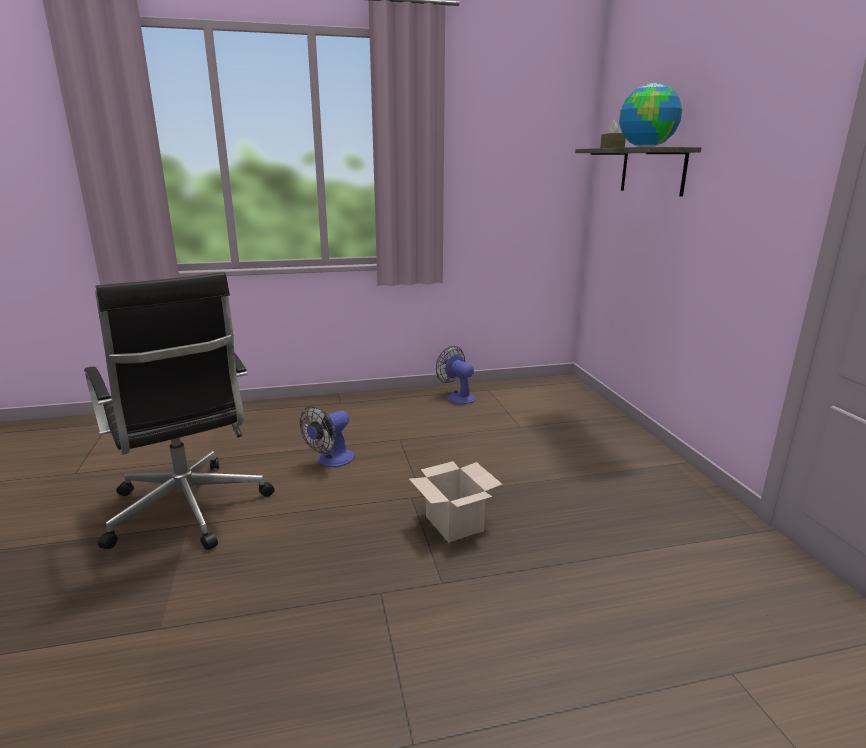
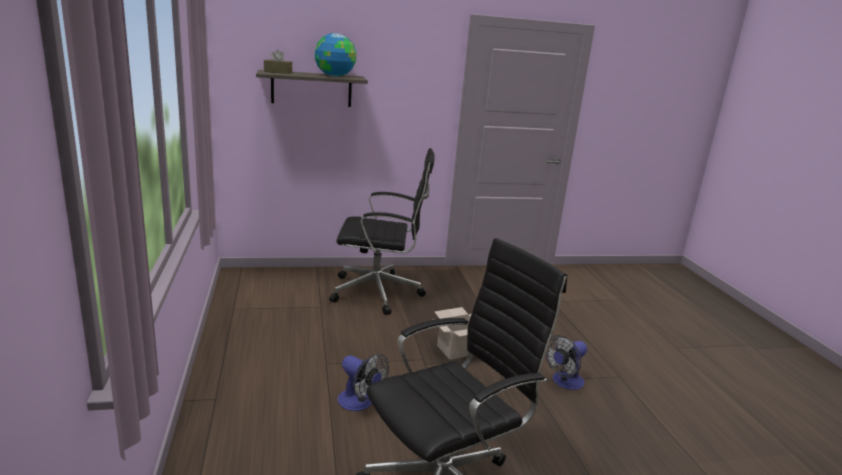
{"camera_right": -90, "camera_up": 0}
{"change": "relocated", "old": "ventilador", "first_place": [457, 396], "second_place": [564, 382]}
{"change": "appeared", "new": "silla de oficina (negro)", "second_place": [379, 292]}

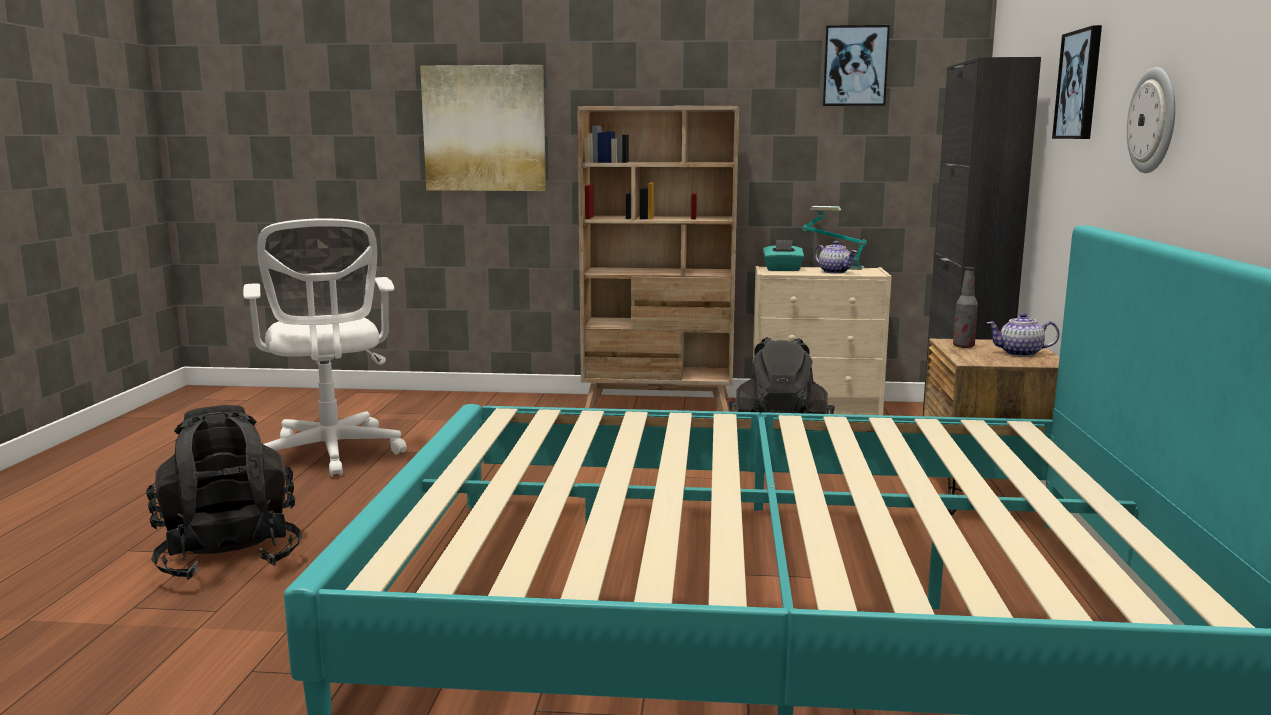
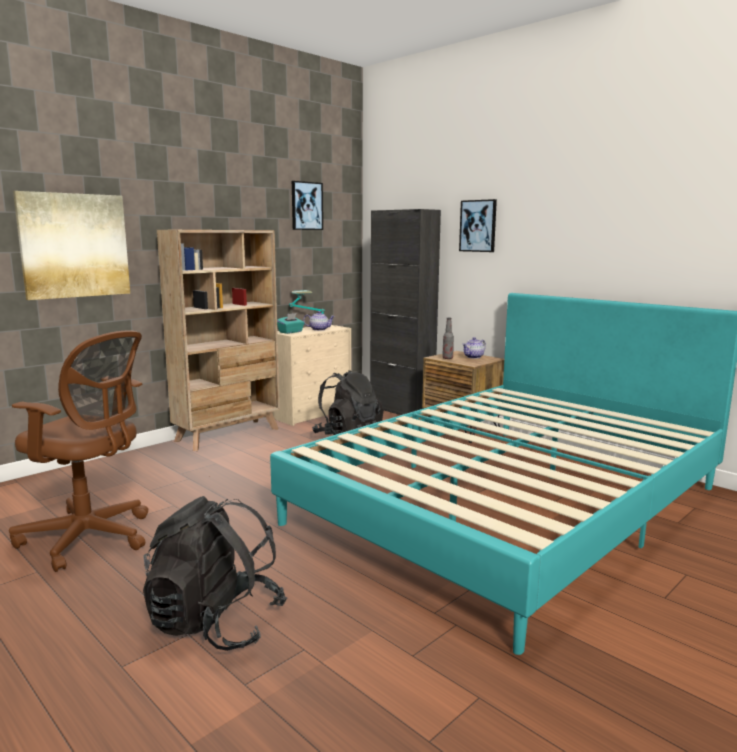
{"camera_right": -50, "camera_up": 0}
{"change": "missing", "old": "reloj de pared", "first_place": [1154, 120]}
{"change": "colour", "old": "silla de oficina (blanco)", "new": "silla de oficina (marrón)", "first_place": [332, 455], "second_place": [91, 538]}

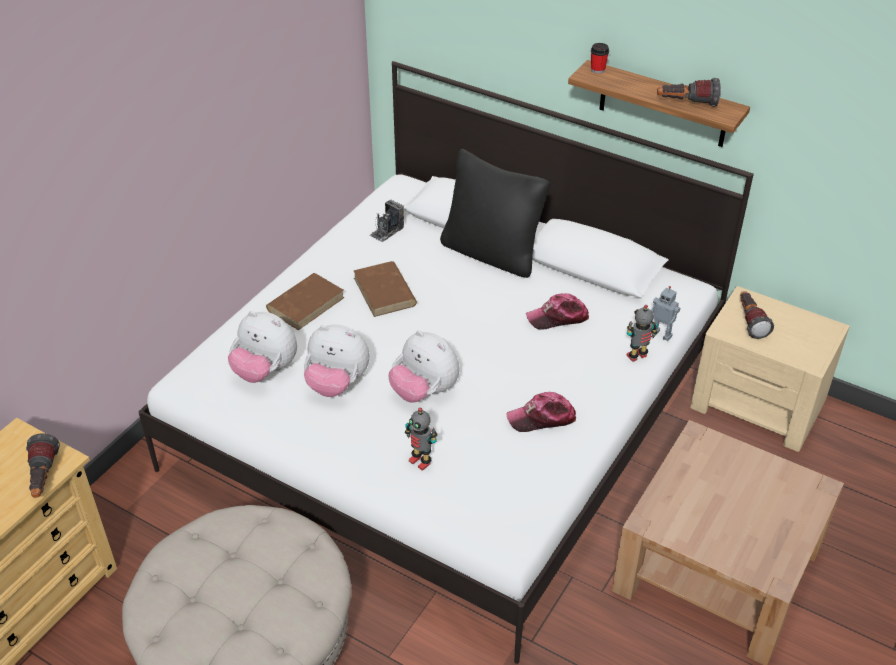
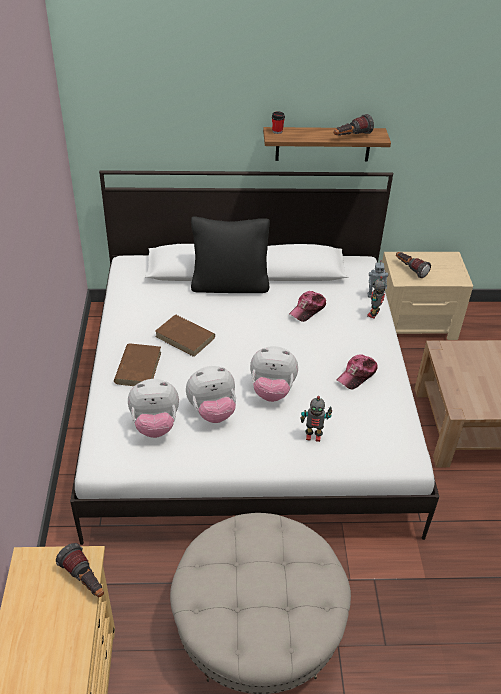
{"camera_right": -35, "camera_up": 0}
{"change": "missing", "old": "cámara", "first_place": [387, 231]}

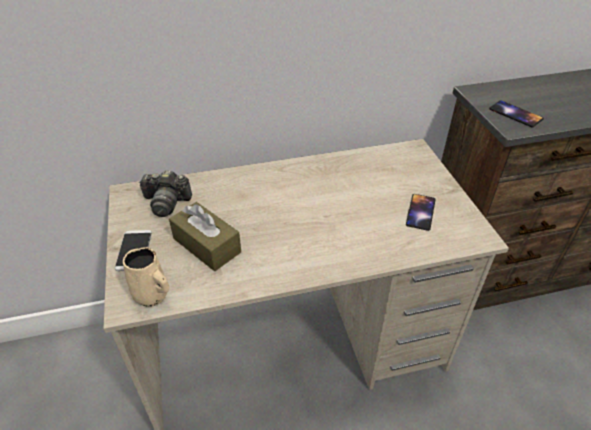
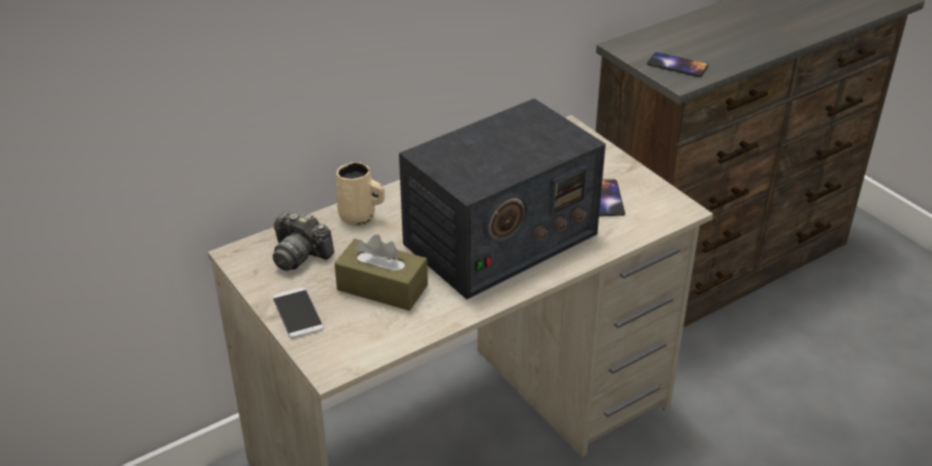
{"camera_right": -20, "camera_up": -5}
{"change": "spun", "old": "cámara", "first_place": [166, 203], "second_place": [299, 254], "degrees": 45}
{"change": "relocated", "old": "taza grande (beis)", "first_place": [153, 296], "second_place": [359, 217]}
{"change": "appeared", "new": "radio", "second_place": [499, 239]}

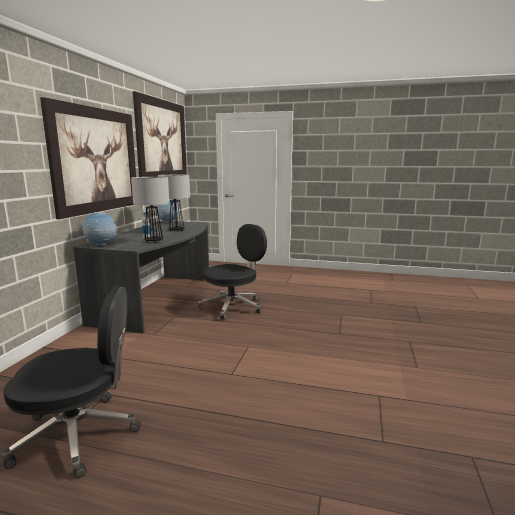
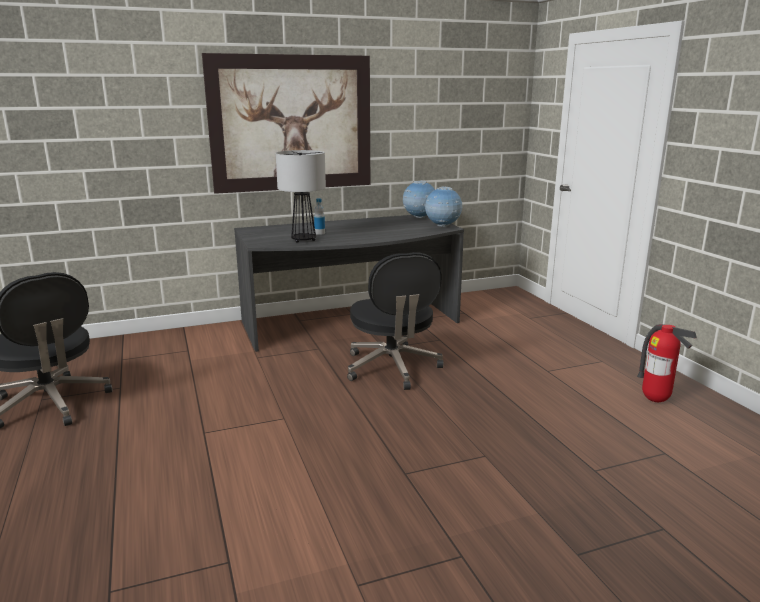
{"camera_right": 55, "camera_up": 5}
{"change": "missing", "old": "cuadro", "first_place": [162, 140]}
{"change": "missing", "old": "lámpara de mesa", "first_place": [176, 230]}
{"change": "relocated", "old": "globo terráqueo", "first_place": [101, 245], "second_place": [442, 227]}
{"change": "spun", "old": "silla de oficina (negro)", "first_place": [233, 306], "second_place": [392, 368], "degrees": 60}
{"change": "appeared", "new": "extintor", "second_place": [656, 400]}

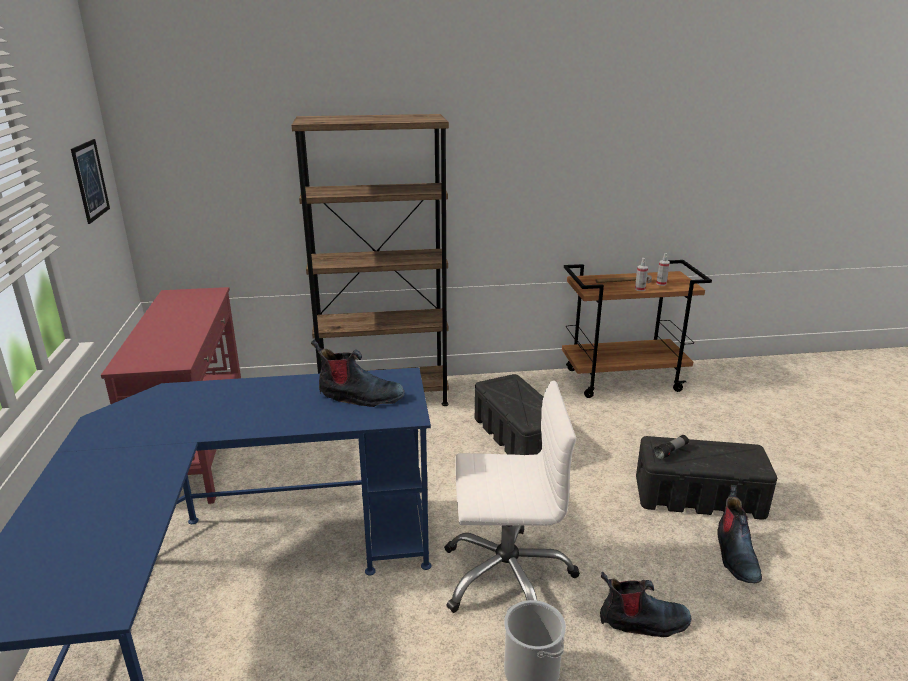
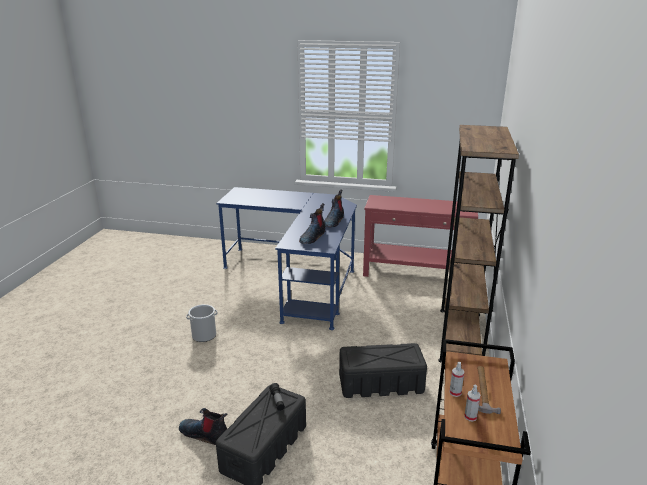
{"camera_right": 110, "camera_up": 0}
{"change": "missing", "old": "cuadro", "first_place": [90, 180]}
{"change": "missing", "old": "silla de oficina (blanco)", "first_place": [506, 576]}
{"change": "relocated", "old": "bota", "first_place": [643, 622], "second_place": [333, 221]}

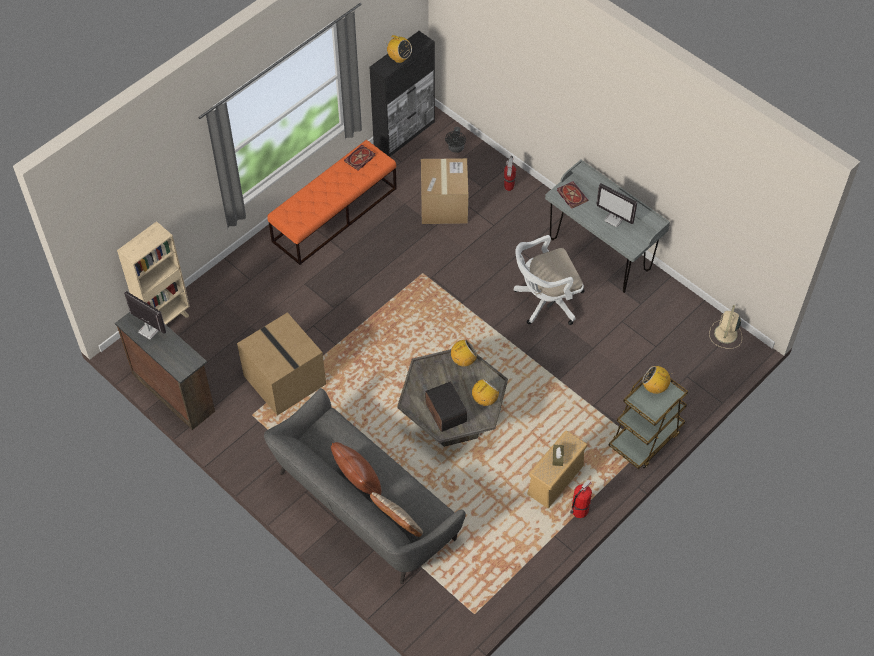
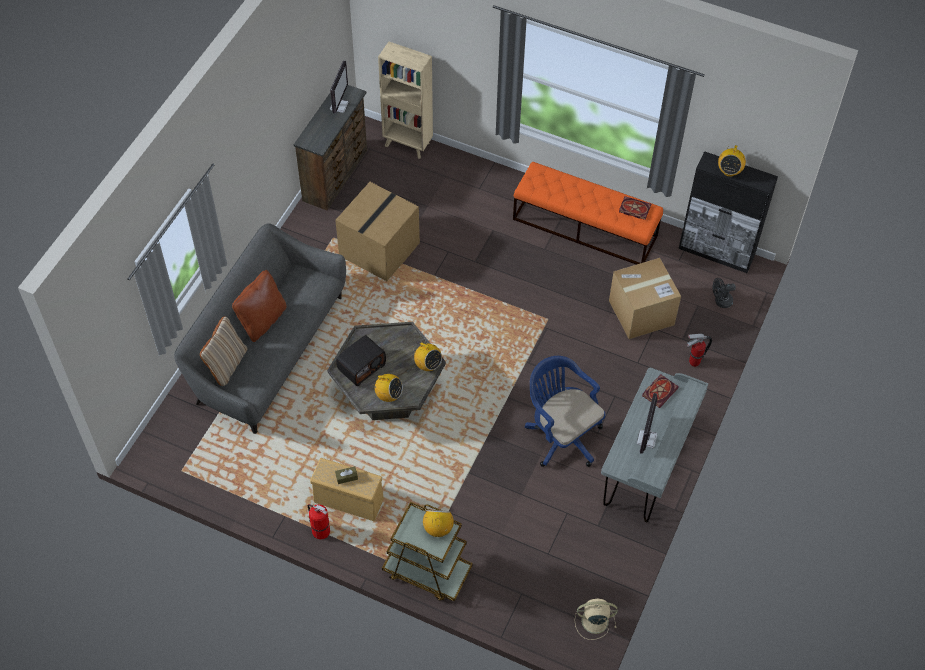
{"camera_right": 70, "camera_up": 0}
{"change": "colour", "old": "silla de oficina (blanco)", "new": "silla de oficina (azul)", "first_place": [545, 301], "second_place": [561, 435]}

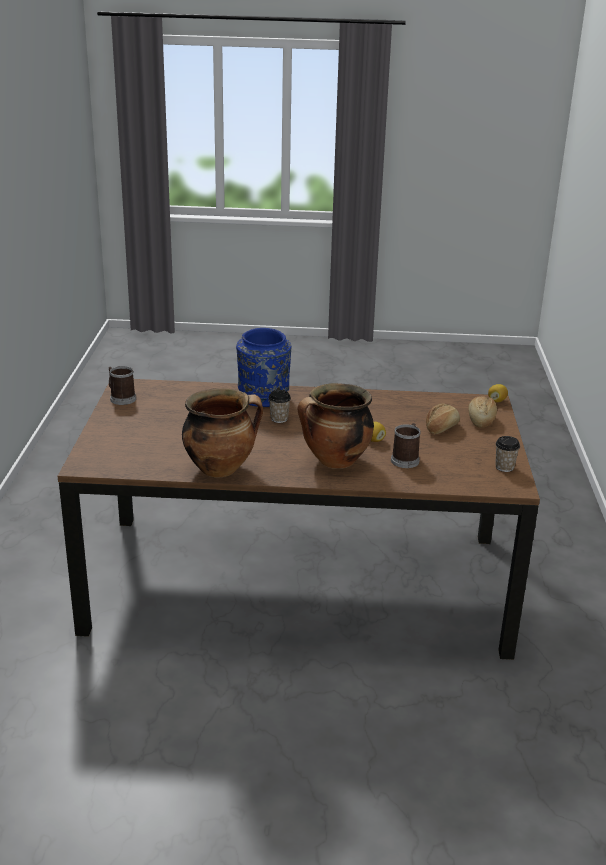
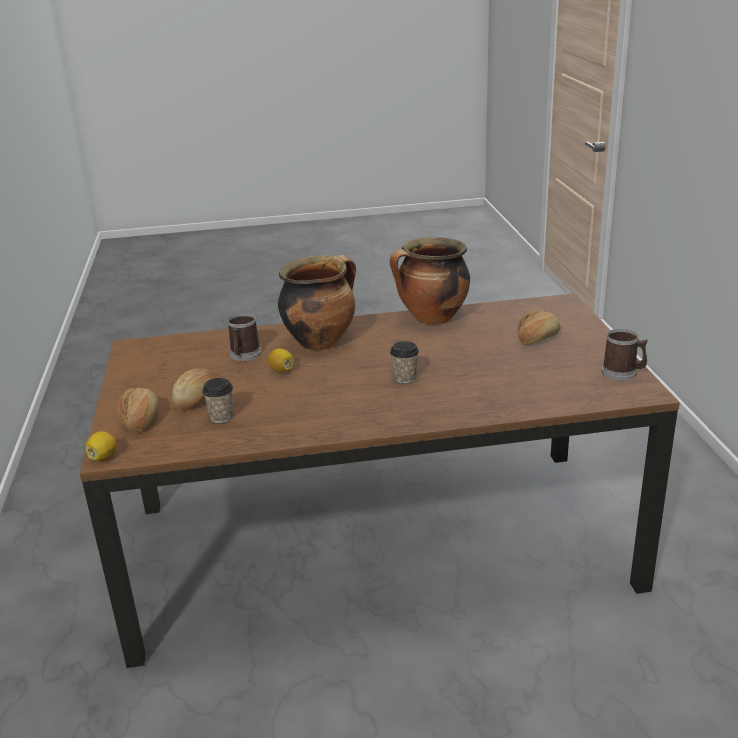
{"camera_right": 170, "camera_up": 0}
{"change": "missing", "old": "florero (azul)", "first_place": [263, 398]}
{"change": "relocated", "old": "taza", "first_place": [504, 467], "second_place": [221, 417]}
{"change": "appeared", "new": "pan", "second_place": [537, 338]}

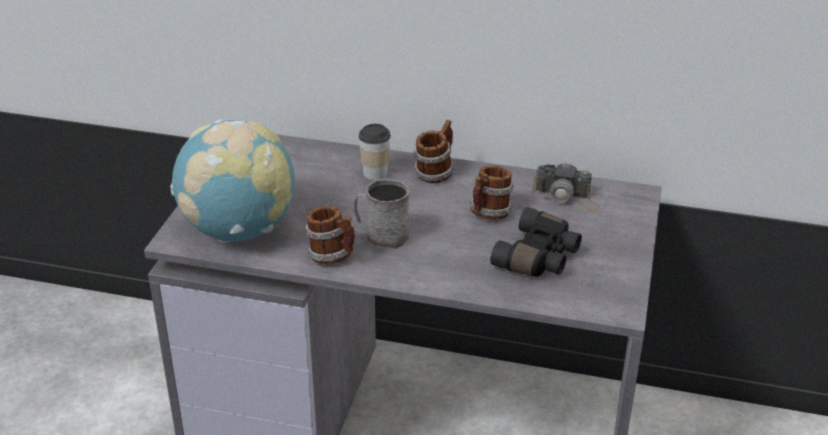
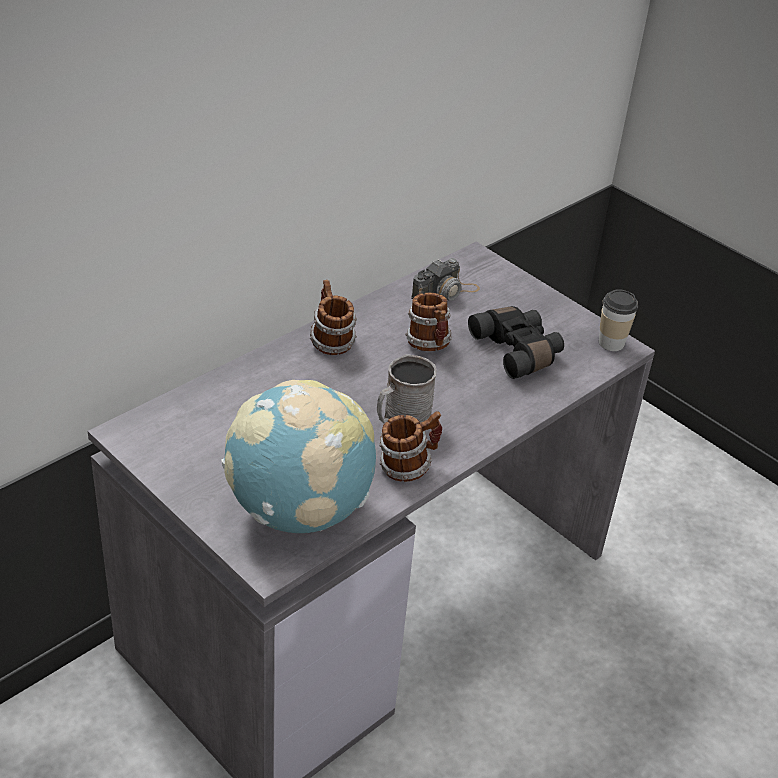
{"camera_right": -60, "camera_up": 5}
{"change": "relocated", "old": "taza", "first_place": [375, 173], "second_place": [611, 342]}

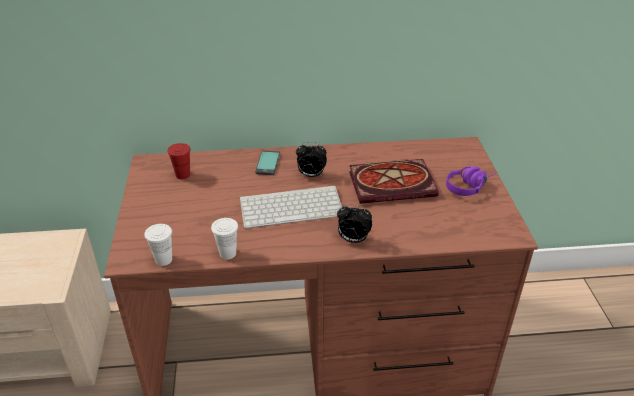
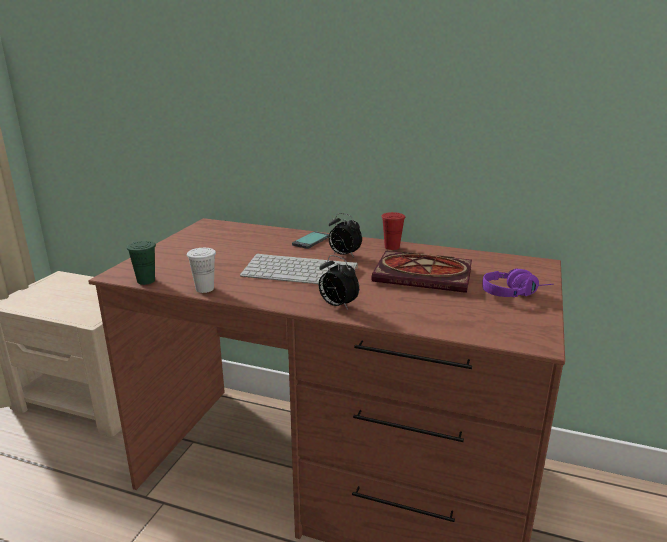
{"camera_right": 25, "camera_up": -15}
{"change": "relocated", "old": "taza (rojo)", "first_place": [183, 175], "second_place": [392, 247]}
{"change": "colour", "old": "taza (blanco)", "new": "taza (verde)", "first_place": [163, 260], "second_place": [146, 281]}

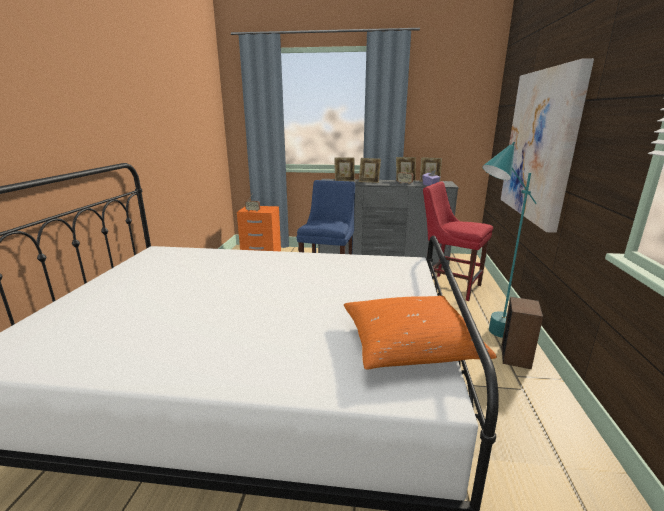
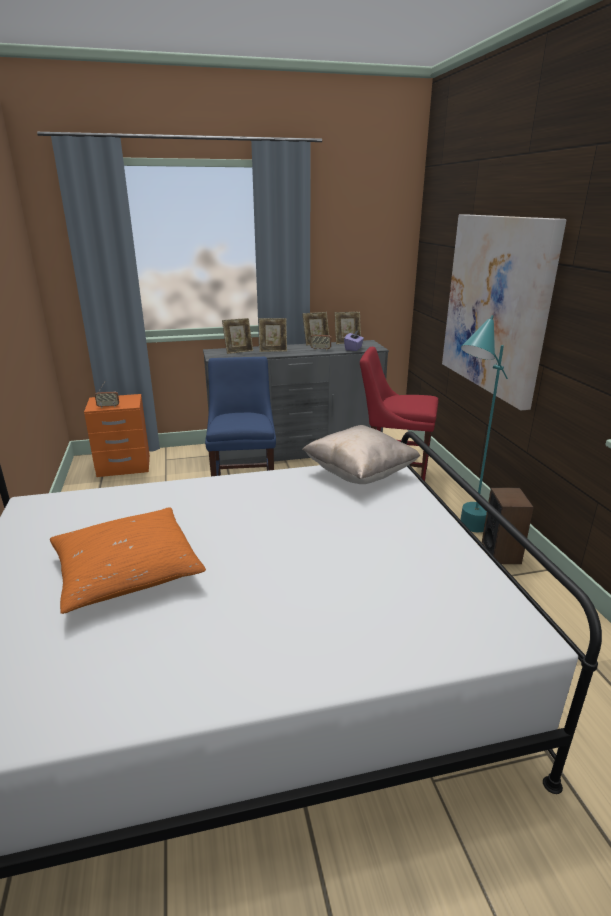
{"camera_right": -20, "camera_up": 5}
{"change": "relocated", "old": "cojín (naranja)", "first_place": [409, 344], "second_place": [127, 571]}
{"change": "appeared", "new": "cojín (beis)", "second_place": [360, 474]}

